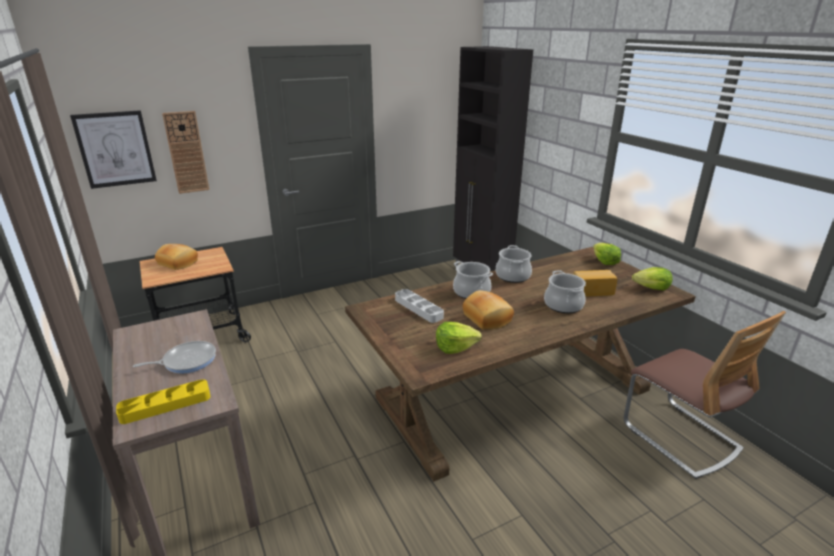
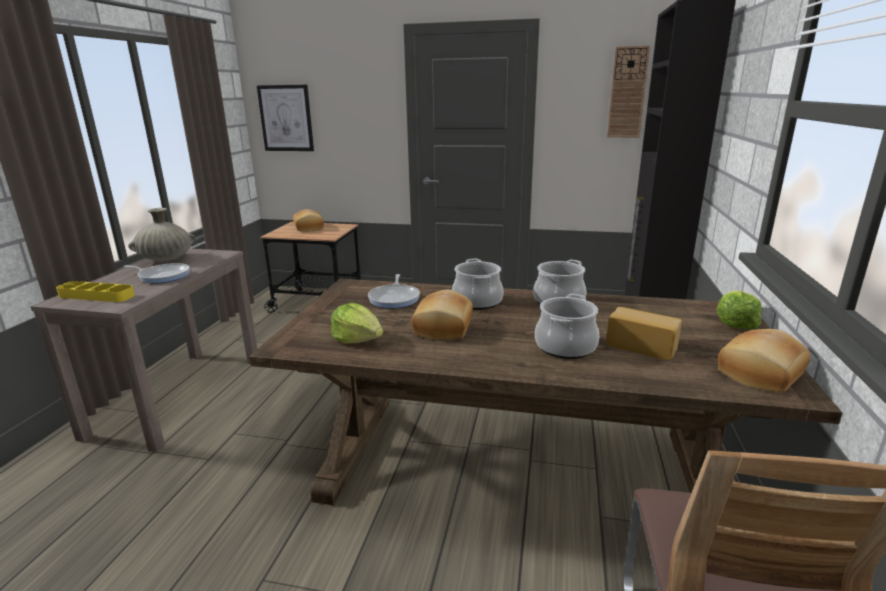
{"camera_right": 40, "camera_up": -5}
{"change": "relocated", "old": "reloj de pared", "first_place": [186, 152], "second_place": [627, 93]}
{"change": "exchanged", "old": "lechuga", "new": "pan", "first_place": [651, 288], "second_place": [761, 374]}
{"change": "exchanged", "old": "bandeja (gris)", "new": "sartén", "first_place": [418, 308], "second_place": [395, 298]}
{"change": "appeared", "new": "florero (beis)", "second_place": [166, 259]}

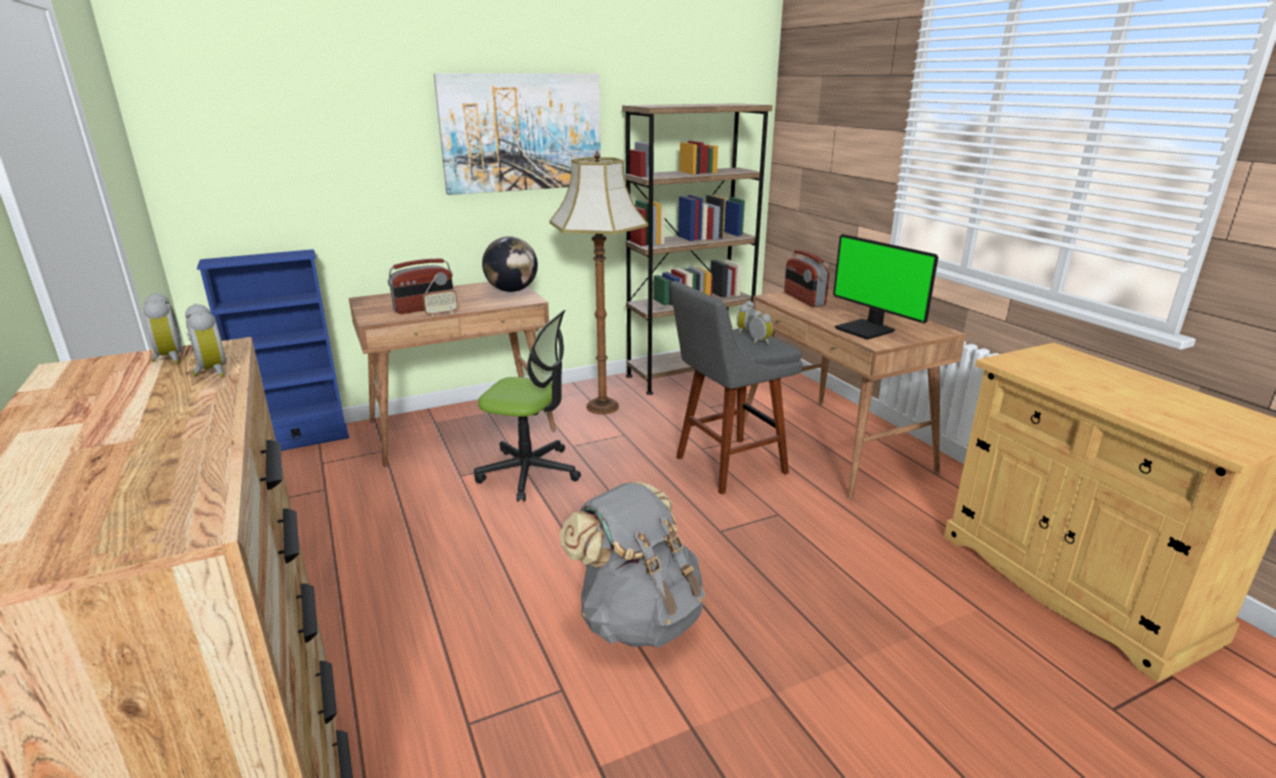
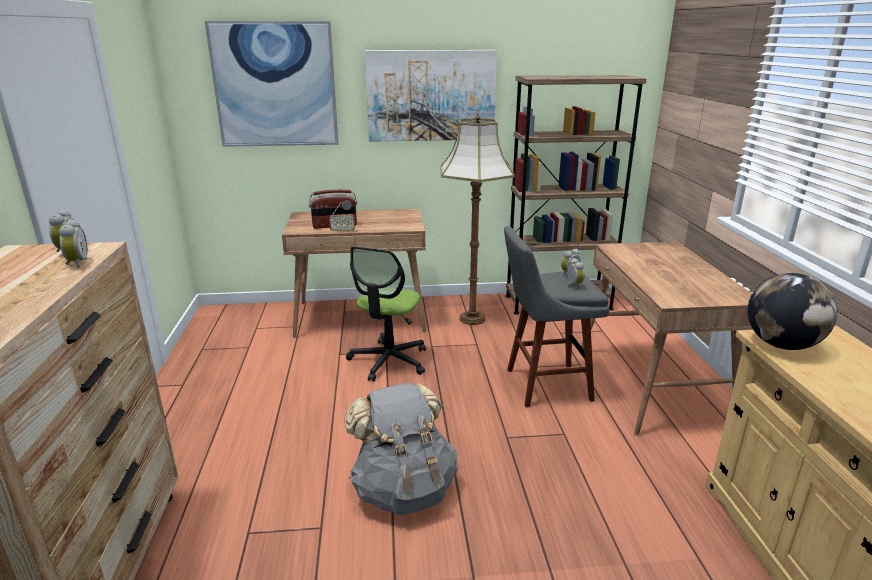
{"camera_right": 20, "camera_up": 0}
{"change": "missing", "old": "monitor", "first_place": [866, 330]}
{"change": "relocated", "old": "globo terráqueo", "first_place": [512, 290], "second_place": [782, 345]}
{"change": "missing", "old": "estantería (azul)", "first_place": [298, 440]}
{"change": "missing", "old": "radio", "first_place": [803, 299]}
{"change": "spun", "old": "silla de oficina", "first_place": [529, 472], "second_place": [389, 361], "degrees": 75}
{"change": "appeared", "new": "cuadro", "second_place": [275, 85]}

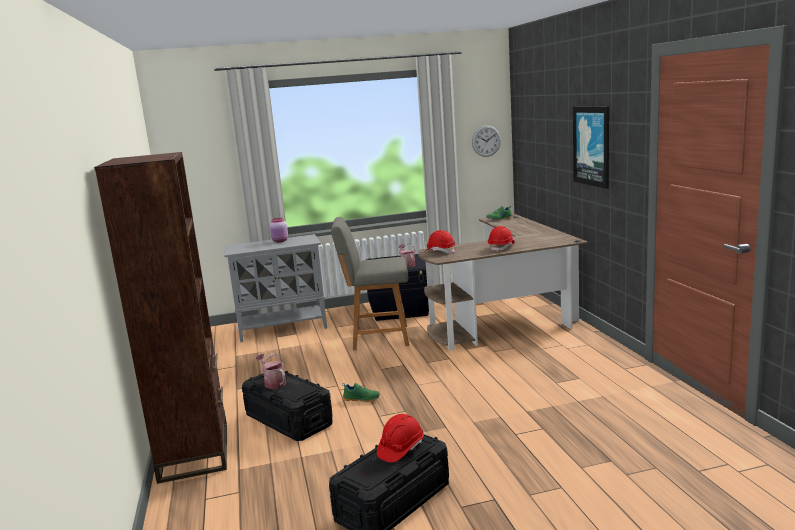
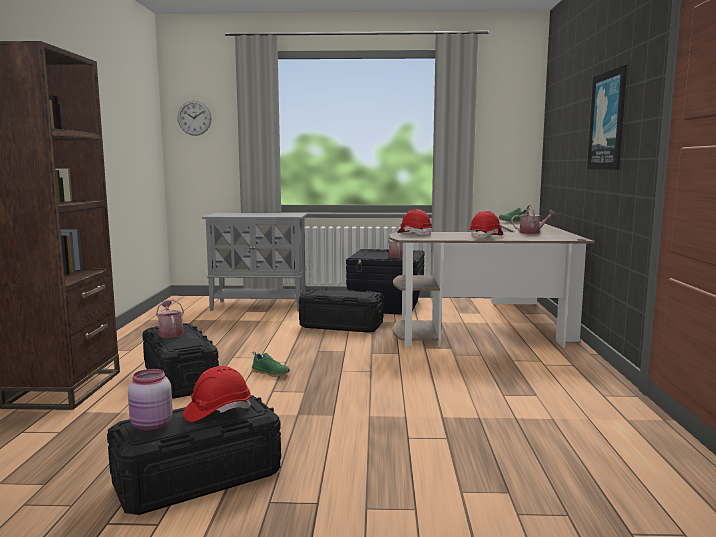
{"camera_right": 15, "camera_up": -5}
{"change": "relocated", "old": "reloj de pared", "first_place": [486, 141], "second_place": [194, 118]}
{"change": "exchanged", "old": "silla (gris)", "new": "caja de almacenaje (negro)", "first_place": [378, 338], "second_place": [341, 325]}
{"change": "relocated", "old": "tarro (rosa)", "first_place": [280, 241], "second_place": [152, 426]}
{"change": "appeared", "new": "regadera", "second_place": [532, 232]}

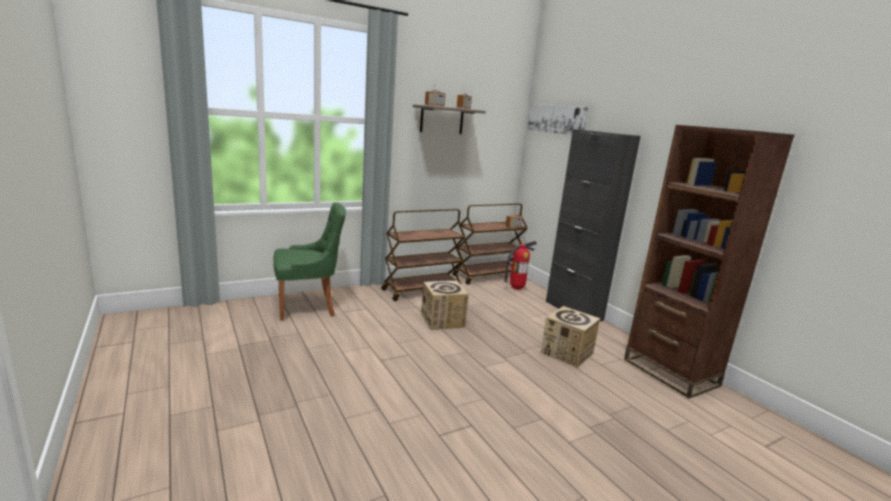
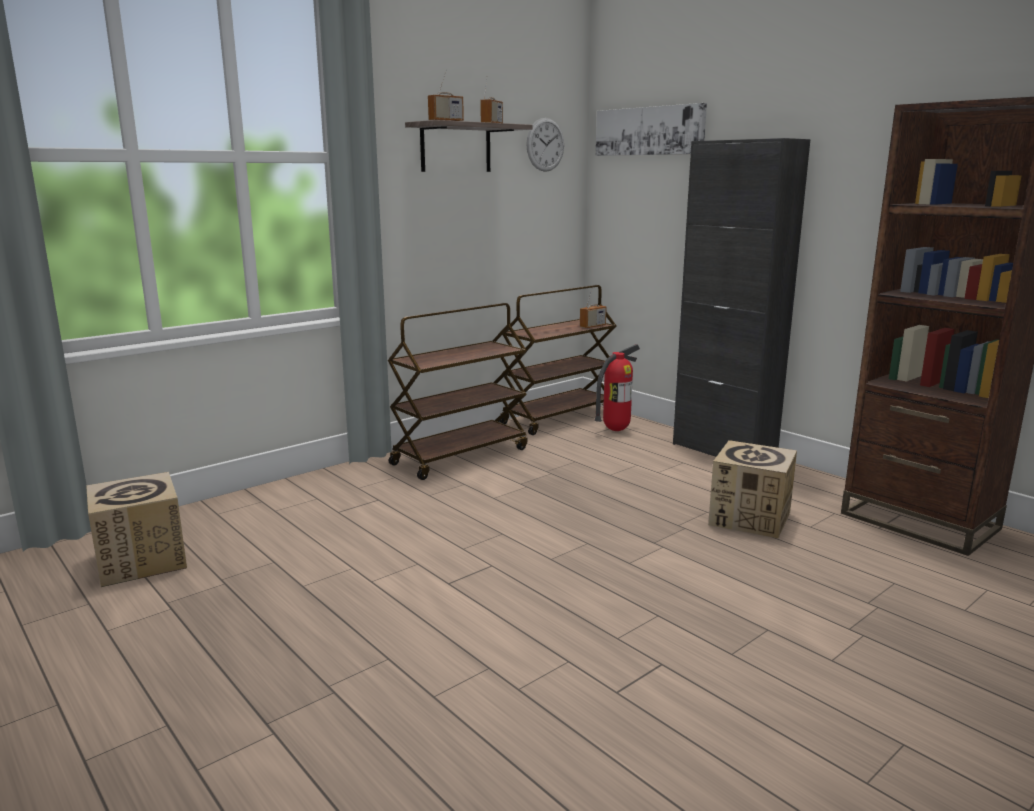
{"camera_right": -10, "camera_up": 0}
{"change": "missing", "old": "silla (verde)", "first_place": [309, 306]}
{"change": "relocated", "old": "caja de cartón", "first_place": [442, 320], "second_place": [141, 561]}
{"change": "appeared", "new": "reloj de pared", "second_place": [545, 144]}

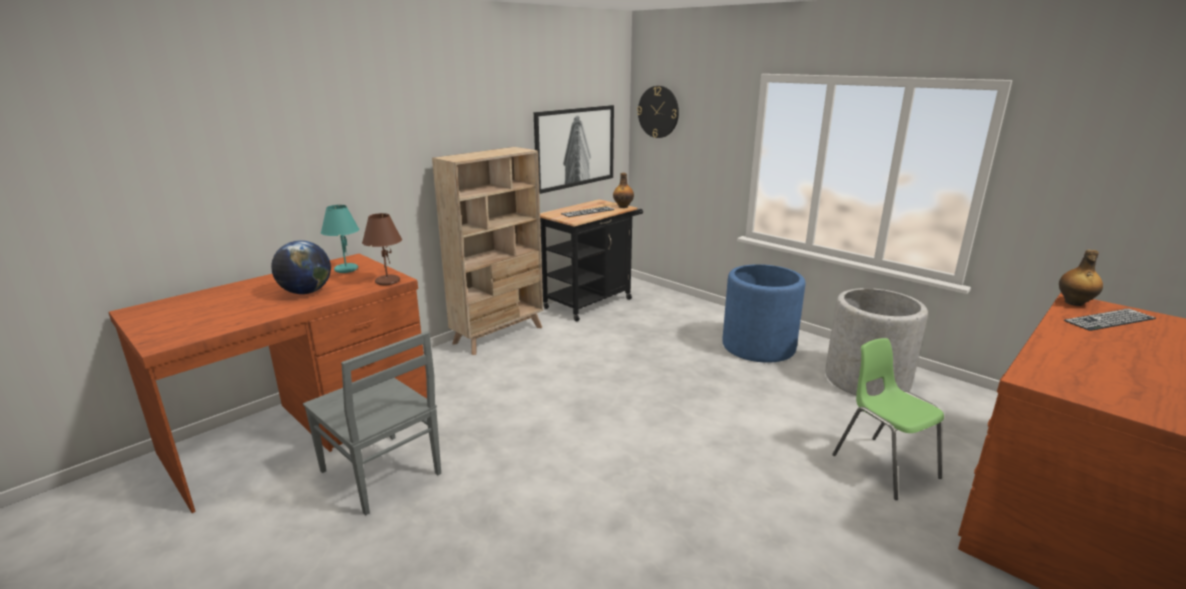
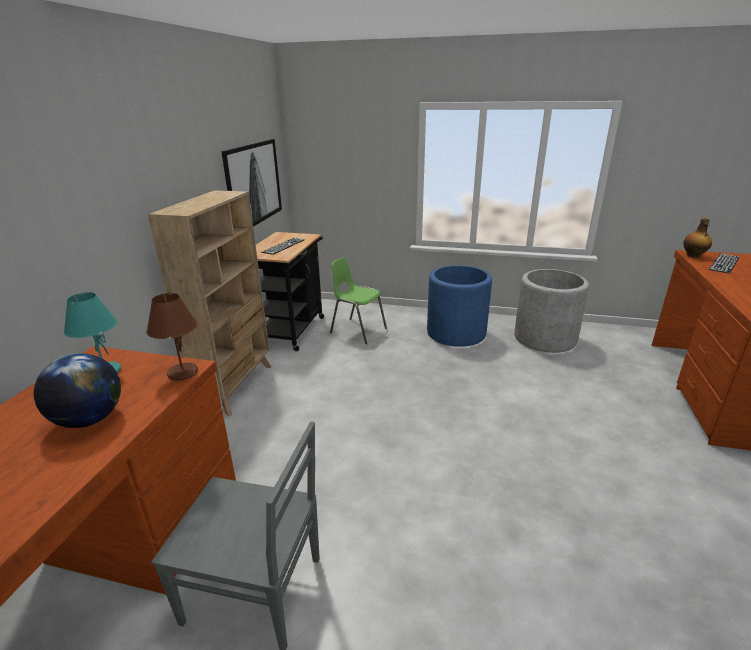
{"camera_right": -30, "camera_up": 5}
{"change": "missing", "old": "reloj de pared", "first_place": [658, 112]}
{"change": "missing", "old": "botella", "first_place": [623, 206]}
{"change": "relocated", "old": "silla (verde)", "first_place": [884, 466], "second_place": [357, 330]}

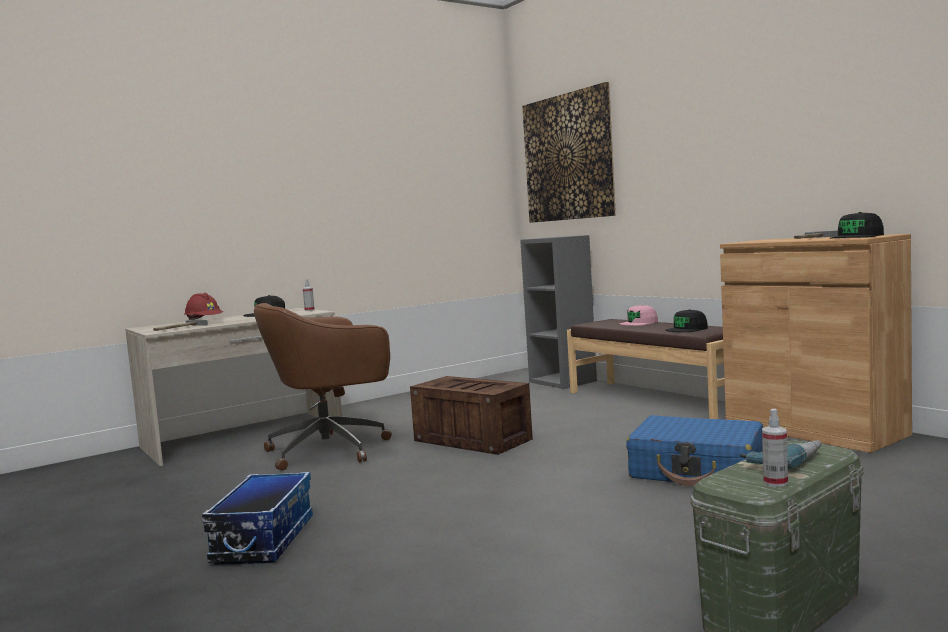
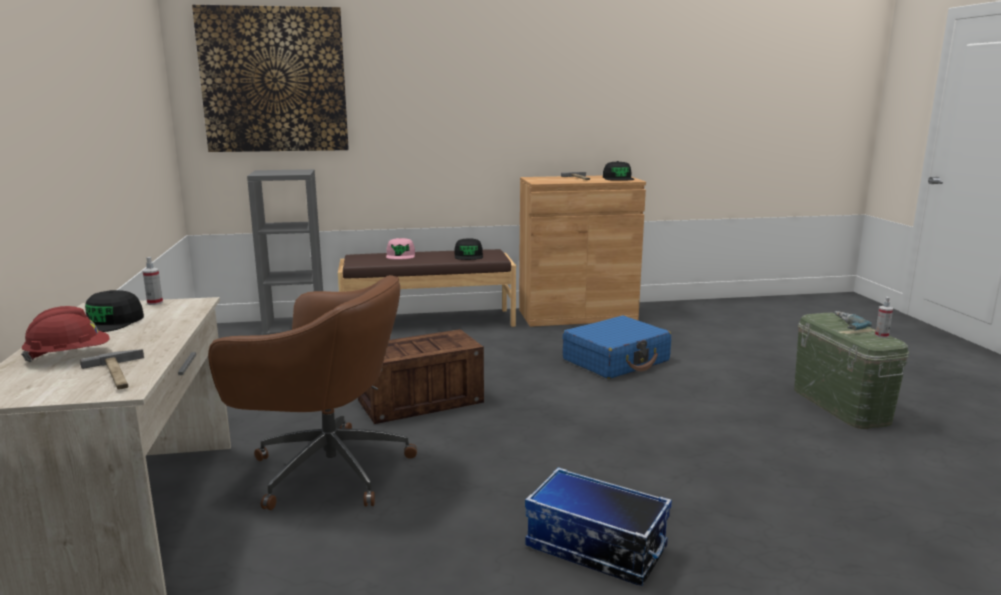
{"camera_right": -65, "camera_up": 10}
{"change": "spun", "old": "silla de oficina (marrón)", "first_place": [331, 449], "second_place": [326, 469], "degrees": -75}

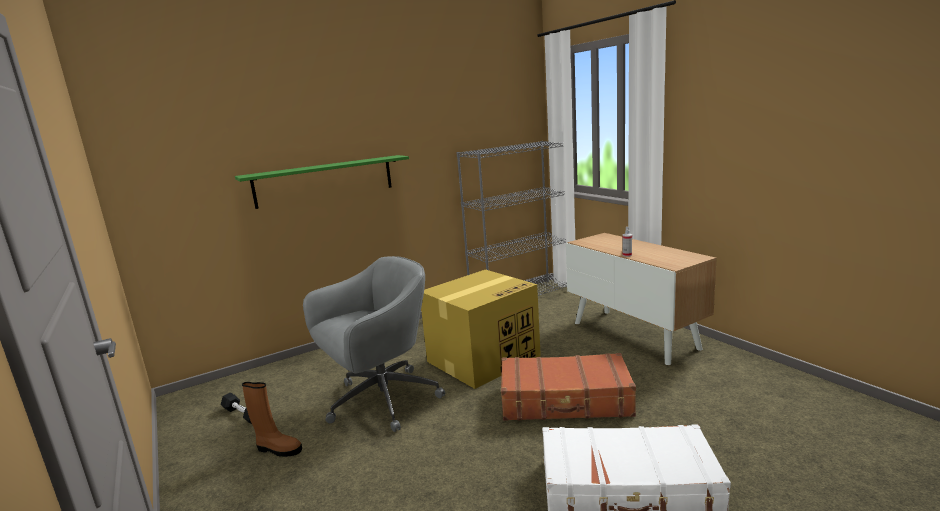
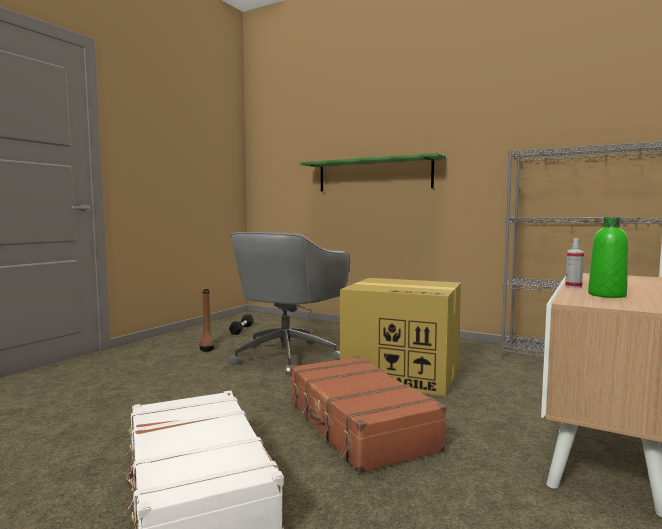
{"camera_right": 60, "camera_up": -10}
{"change": "spun", "old": "silla de oficina (gris)", "first_place": [381, 401], "second_place": [287, 355], "degrees": 90}
{"change": "appeared", "new": "botella (verde)", "second_place": [607, 295]}

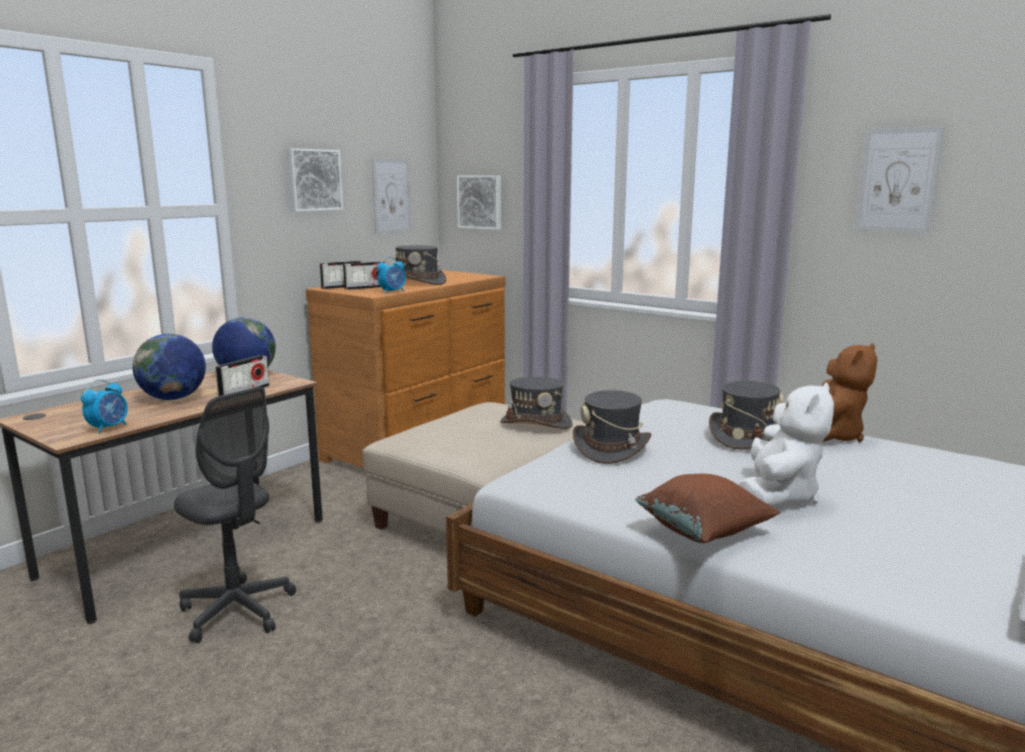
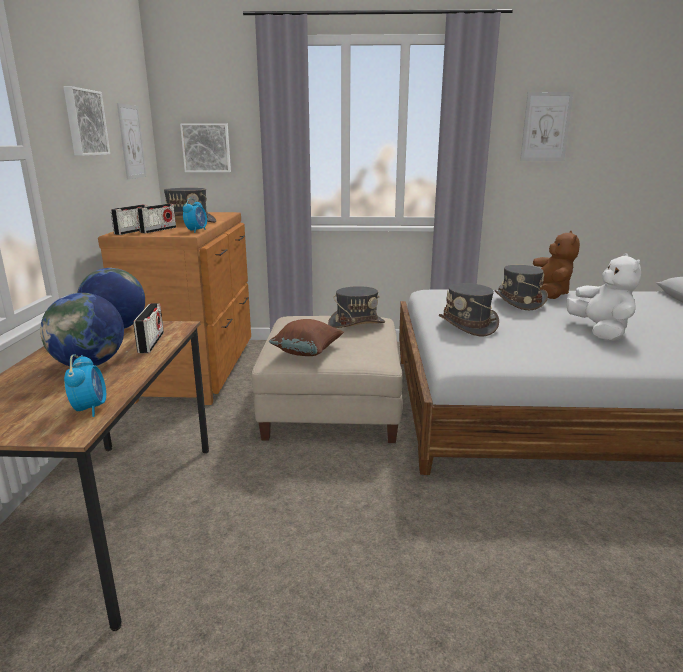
{"camera_right": -35, "camera_up": 5}
{"change": "missing", "old": "silla de oficina (gris)", "first_place": [237, 611]}
{"change": "relocated", "old": "cojín (marrón)", "first_place": [703, 533], "second_place": [307, 352]}

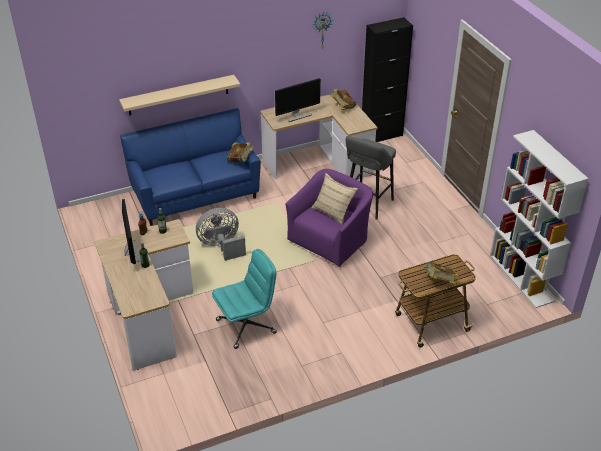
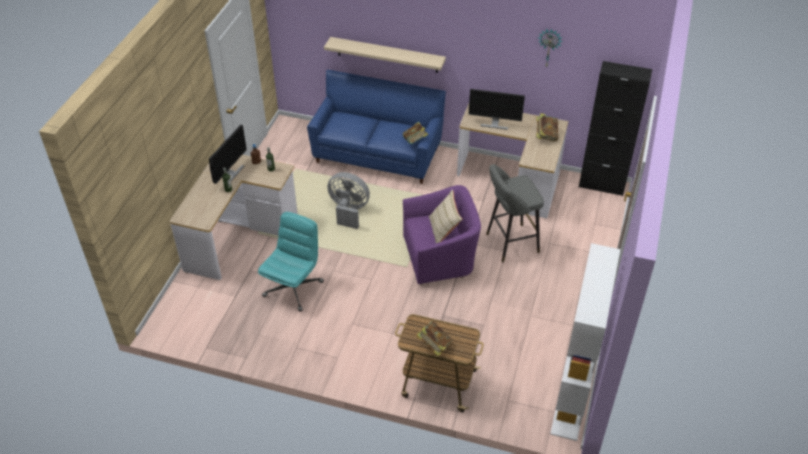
{"camera_right": 40, "camera_up": 5}
{"change": "spun", "old": "silla de oficina (turquesa)", "first_place": [246, 326], "second_place": [293, 288], "degrees": -75}

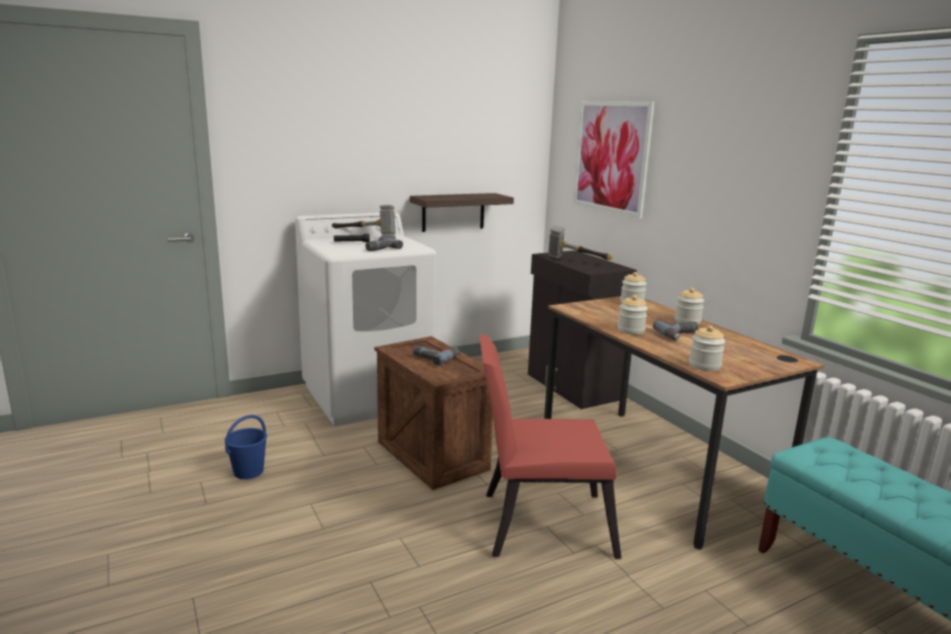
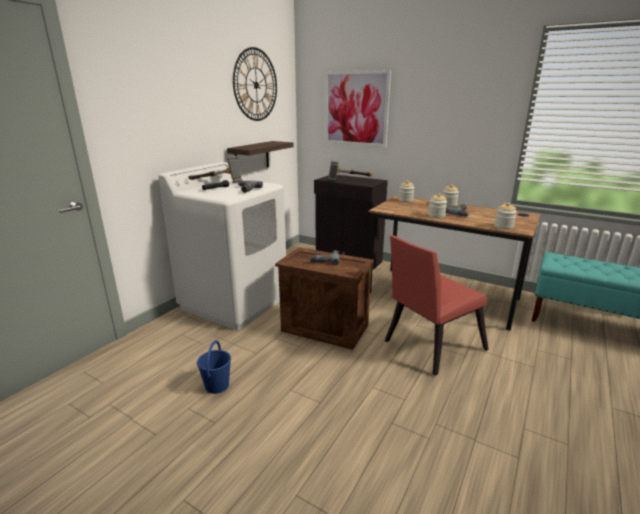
{"camera_right": -30, "camera_up": 5}
{"change": "appeared", "new": "reloj de pared", "second_place": [256, 85]}

